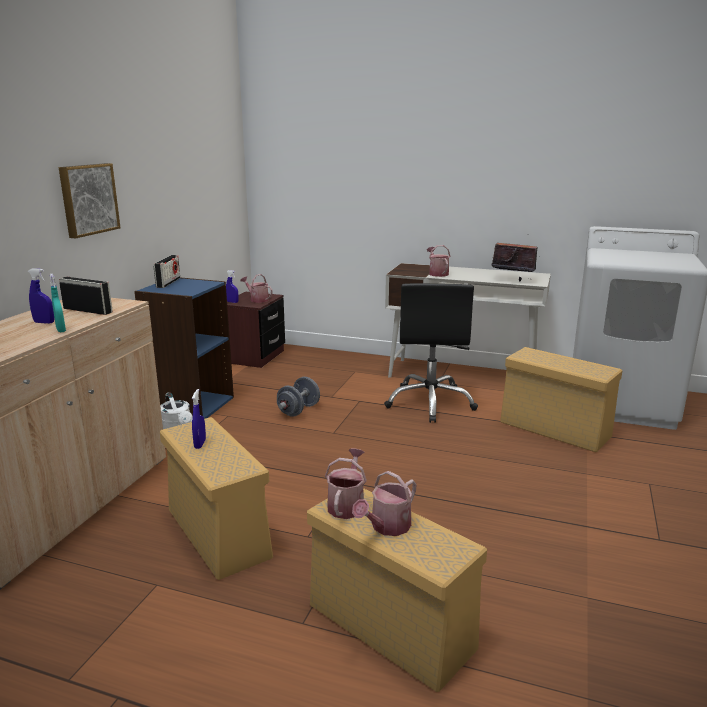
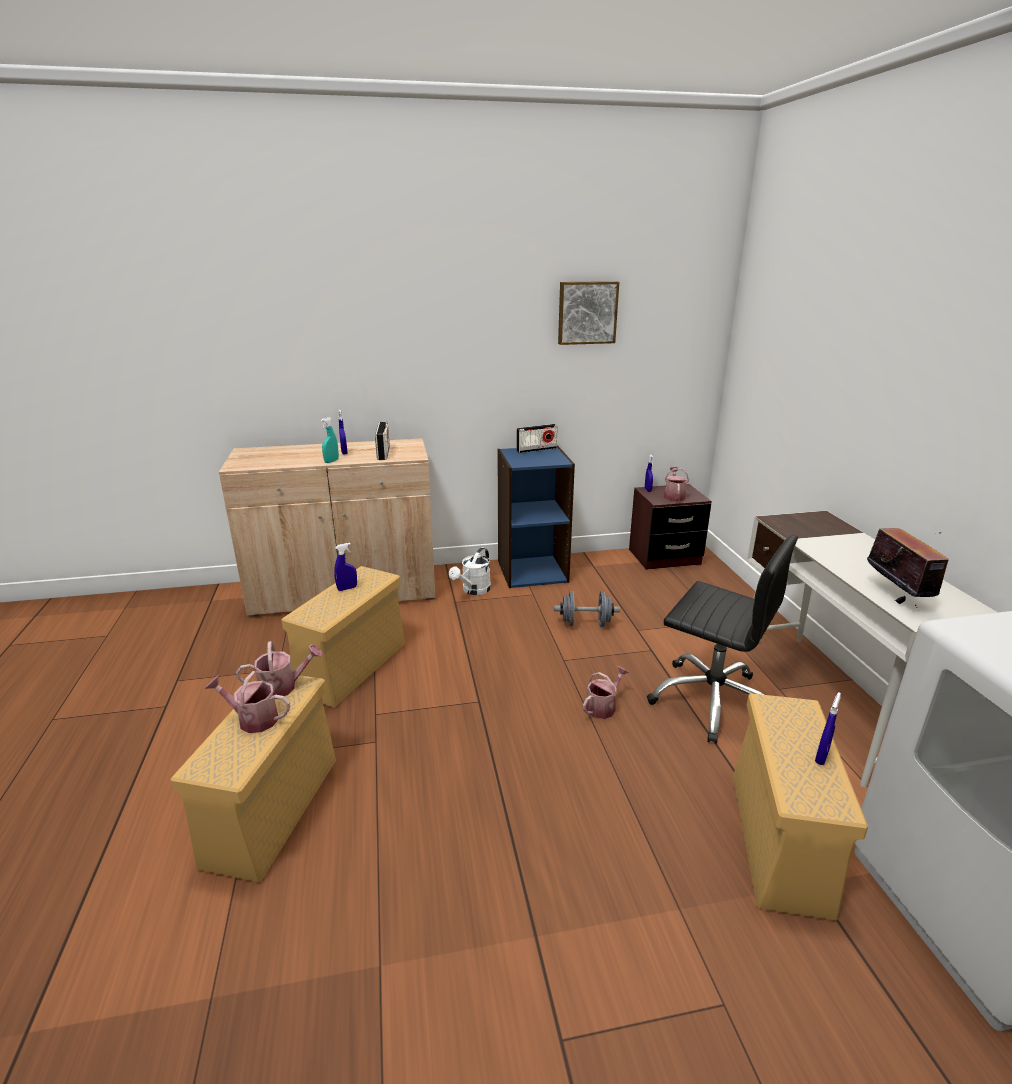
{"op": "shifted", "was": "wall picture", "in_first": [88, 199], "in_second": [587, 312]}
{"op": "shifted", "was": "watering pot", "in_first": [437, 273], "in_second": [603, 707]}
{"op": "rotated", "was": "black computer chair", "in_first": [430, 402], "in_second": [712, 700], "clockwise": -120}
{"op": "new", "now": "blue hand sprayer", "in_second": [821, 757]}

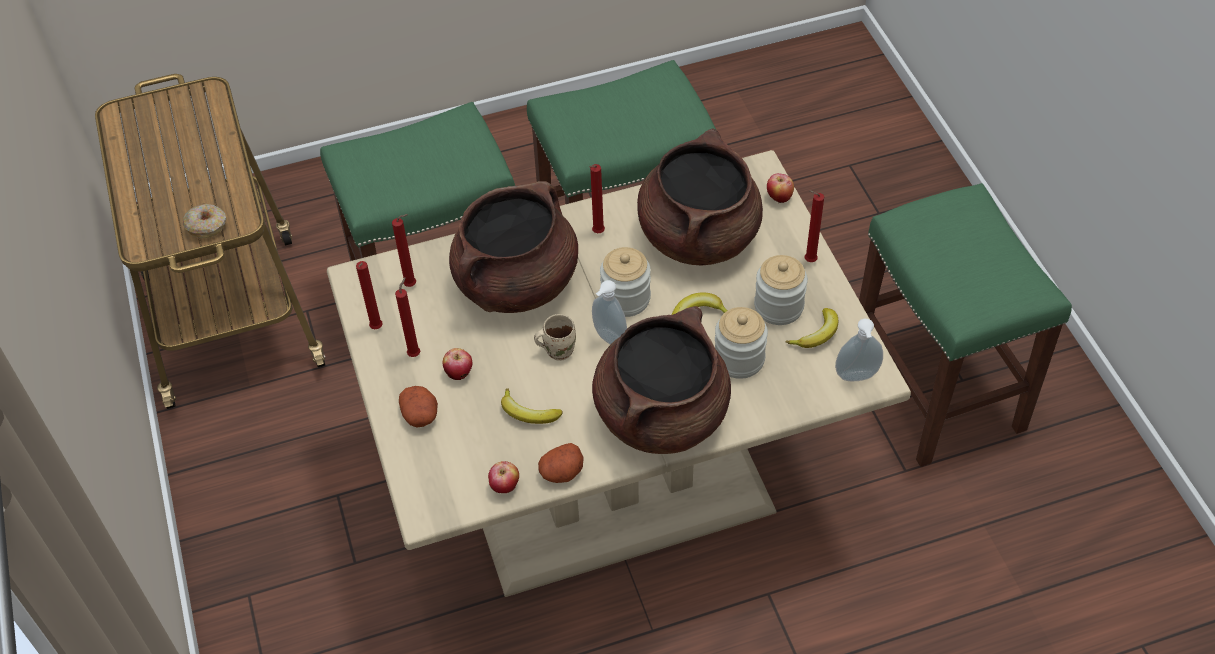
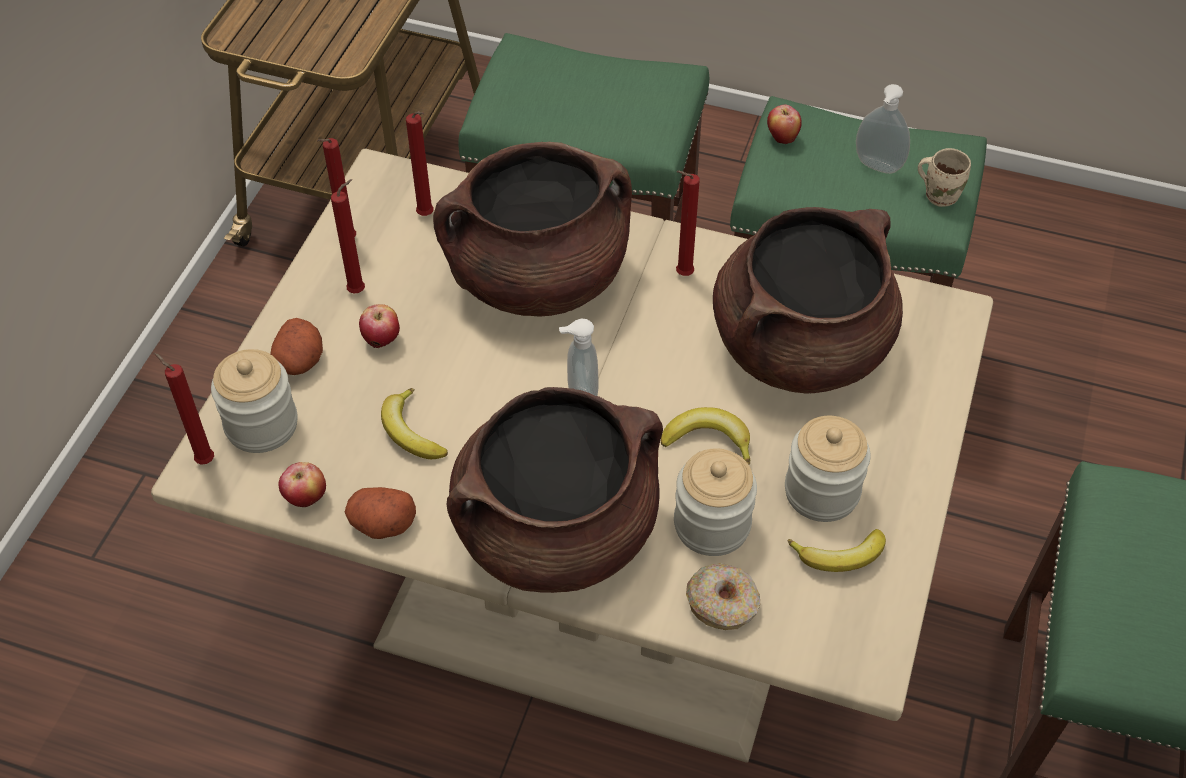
{"op": "shifted", "was": "apple fruit", "in_first": [779, 198], "in_second": [782, 138]}
{"op": "shifted", "was": "red-coloured wax candle", "in_first": [808, 261], "in_second": [203, 459]}
{"op": "shifted", "was": "doughnut", "in_first": [207, 225], "in_second": [723, 603]}
{"op": "shifted", "was": "preserve jar", "in_first": [625, 298], "in_second": [261, 425]}
{"op": "shifted", "was": "beige mug", "in_first": [557, 349], "in_second": [940, 194]}
{"op": "shifted", "was": "soap dispenser", "in_first": [857, 378], "in_second": [877, 167]}

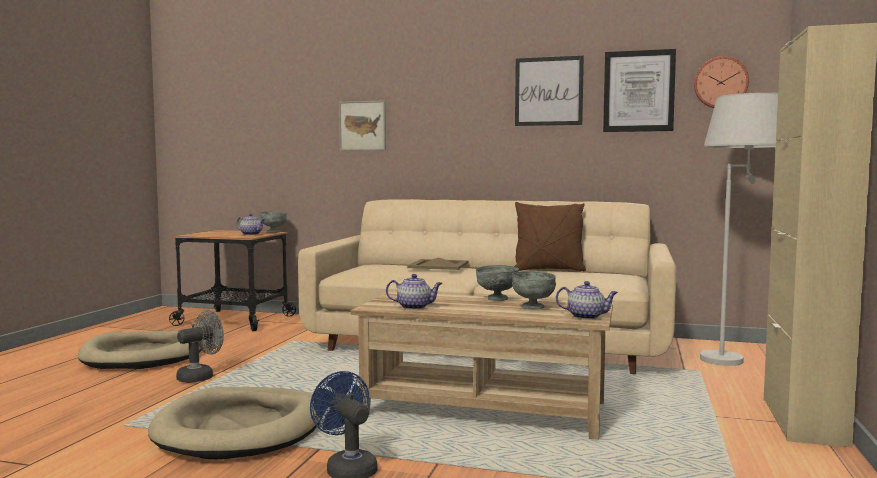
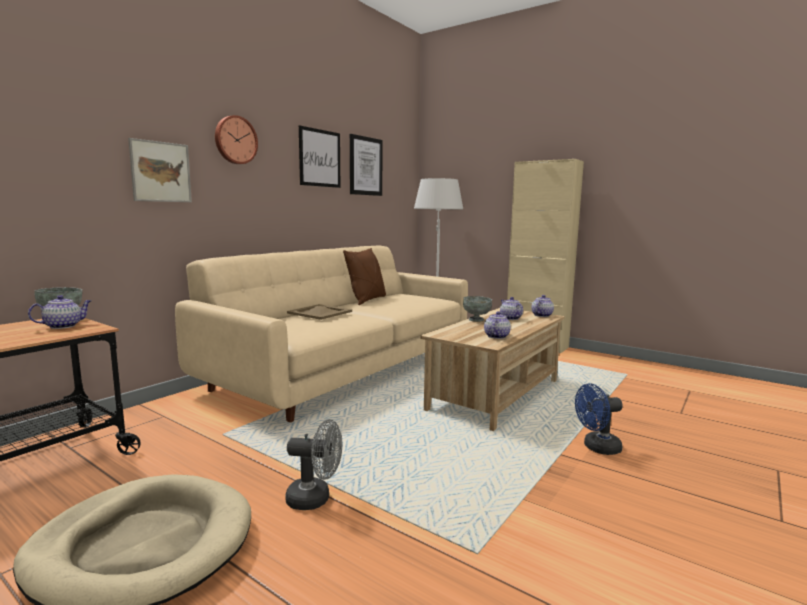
{"op": "shifted", "was": "hanging clock", "in_first": [720, 83], "in_second": [235, 140]}
{"op": "swapped", "was": "grey bowl", "now": "teapot", "in_first": [533, 307], "in_second": [510, 318]}
{"op": "rotated", "was": "grey electric fan", "in_first": [200, 376], "in_second": [315, 499], "clockwise": 120}
{"op": "gone", "was": "beige pet bed", "in_first": [241, 429]}

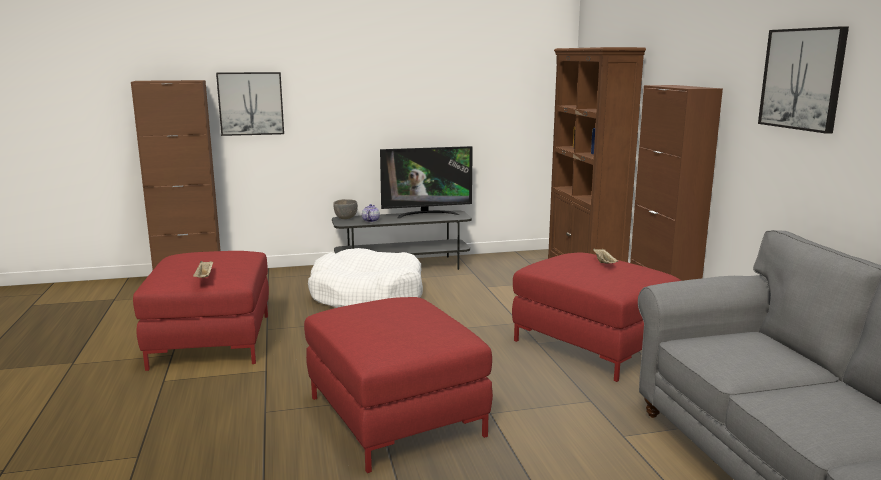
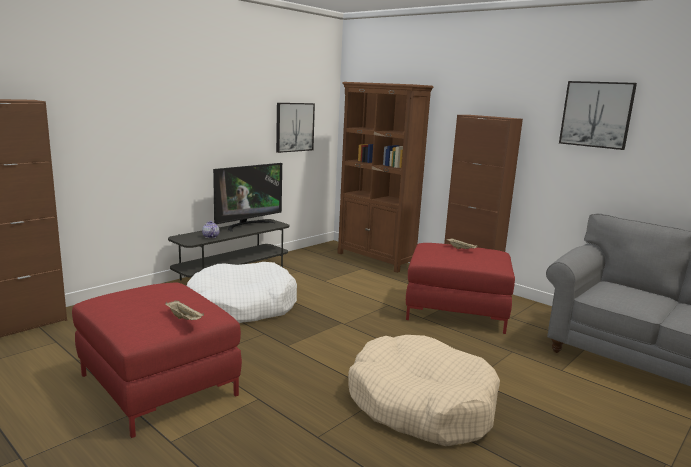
{"op": "shifted", "was": "wall picture", "in_first": [251, 103], "in_second": [294, 127]}
{"op": "gone", "was": "grey bowl", "in_first": [346, 218]}
{"op": "swapped", "was": "red-coloured footrest", "now": "beige pet bed", "in_first": [396, 416], "in_second": [420, 404]}

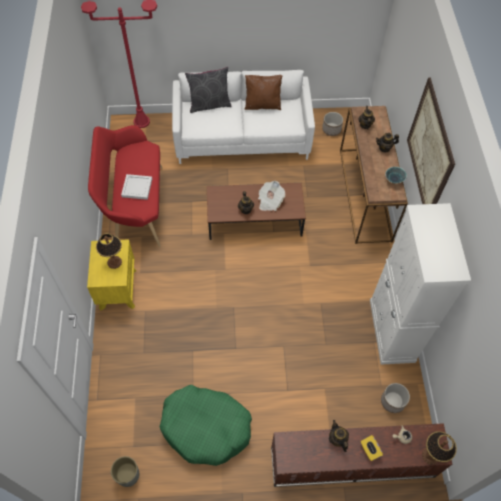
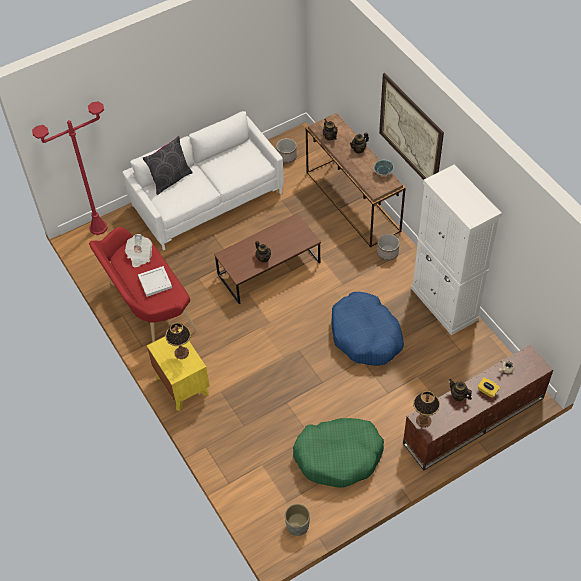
{"op": "gone", "was": "brownish pillow", "in_first": [262, 105]}
{"op": "shifted", "was": "printed paper", "in_first": [270, 201], "in_second": [139, 256]}
{"op": "shifted", "was": "plant pot", "in_first": [393, 401], "in_second": [387, 253]}
{"op": "shifted", "was": "lamp for a table", "in_first": [430, 455], "in_second": [423, 420]}
{"op": "new", "now": "blue pet bed", "in_second": [366, 335]}

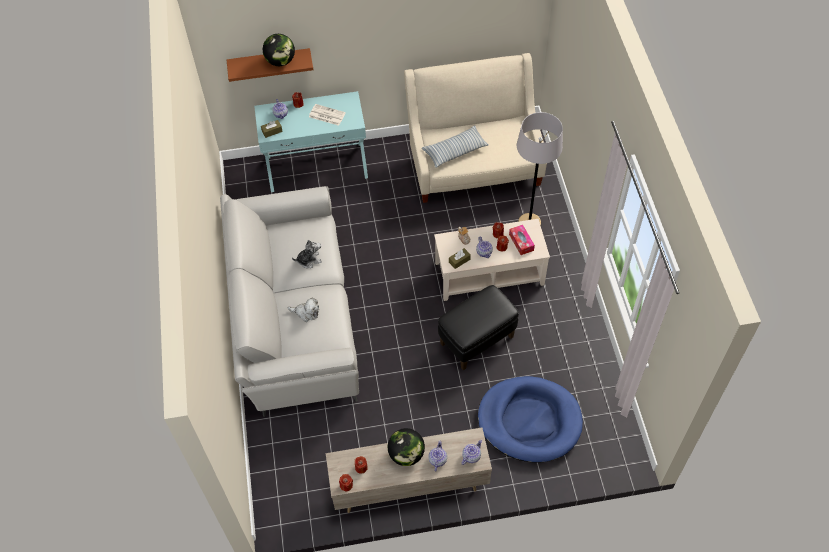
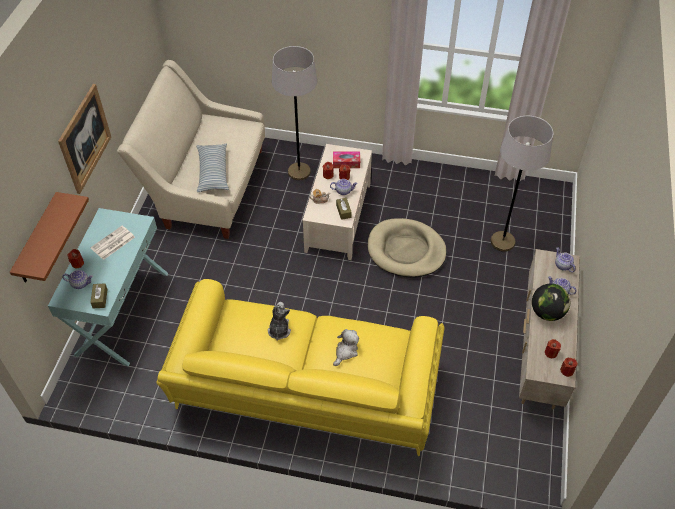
{"op": "gone", "was": "globe", "in_first": [280, 61]}
{"op": "repainted", "was": "grey sofa", "now": "yellow-coloured sofa", "in_first": [293, 314], "in_second": [304, 390]}
{"op": "swapped", "was": "black footrest", "now": "beige pet bed", "in_first": [476, 340], "in_second": [406, 250]}
{"op": "swapped", "was": "blue pet bed", "now": "grey standing lamp", "in_first": [529, 421], "in_second": [502, 242]}
{"op": "new", "now": "wall picture", "in_second": [85, 138]}

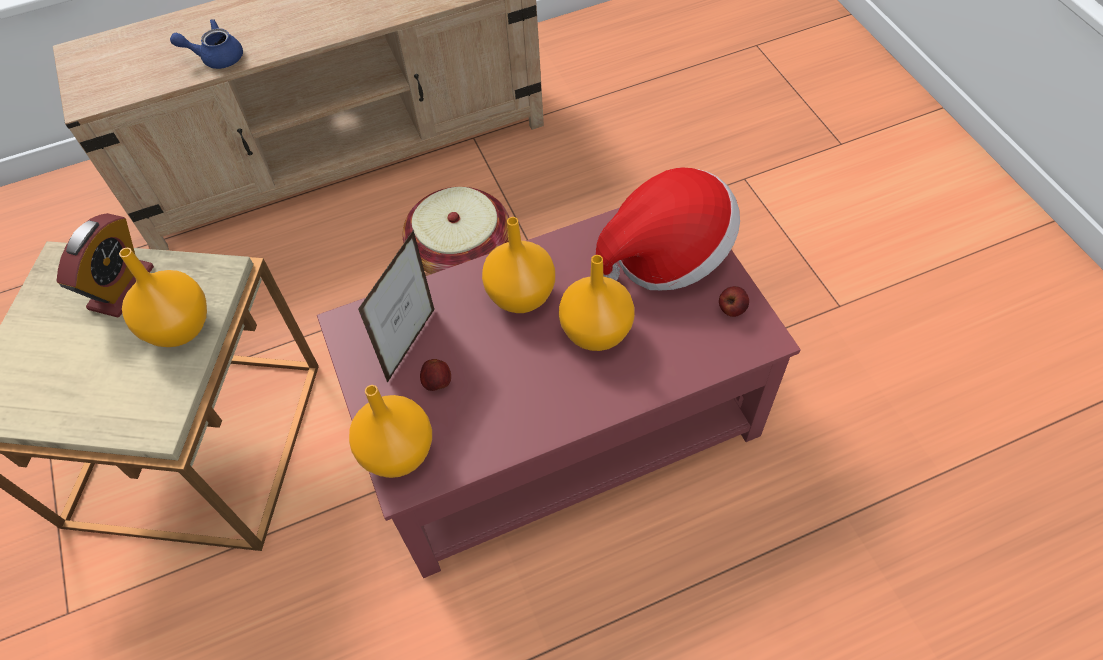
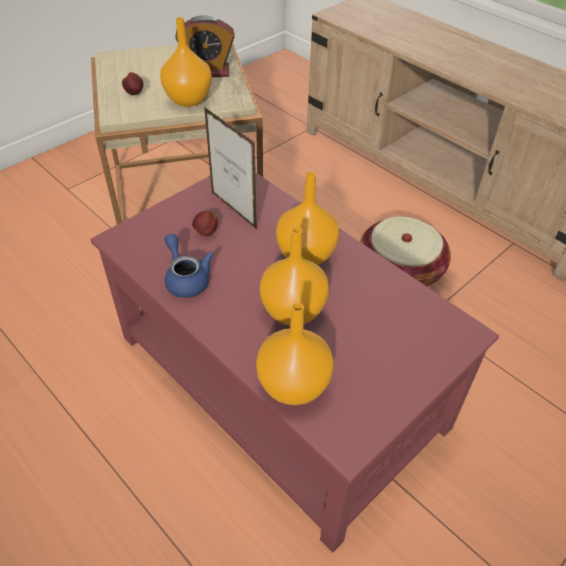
{"op": "shifted", "was": "blue teapot", "in_first": [216, 57], "in_second": [186, 278]}
{"op": "gone", "was": "clothing hat", "in_first": [666, 254]}
{"op": "rotated", "was": "photo frame", "in_first": [411, 345], "in_second": [233, 210], "clockwise": -135}
{"op": "shifted", "was": "apple fruit", "in_first": [731, 309], "in_second": [135, 93]}
{"op": "shifted", "was": "orange-coloured vase", "in_first": [396, 452], "in_second": [293, 384]}

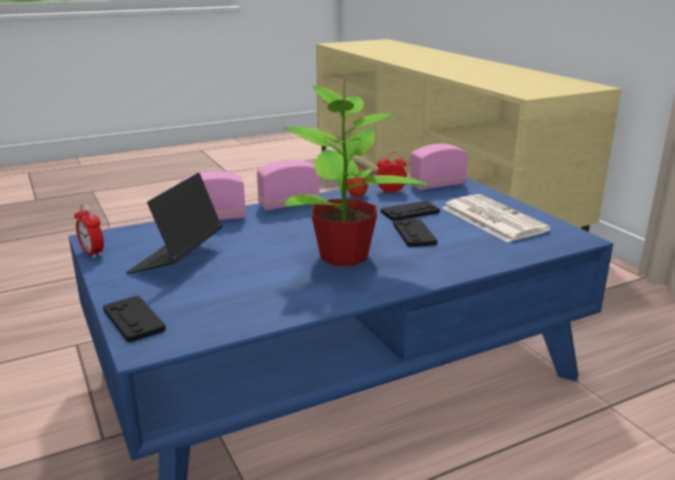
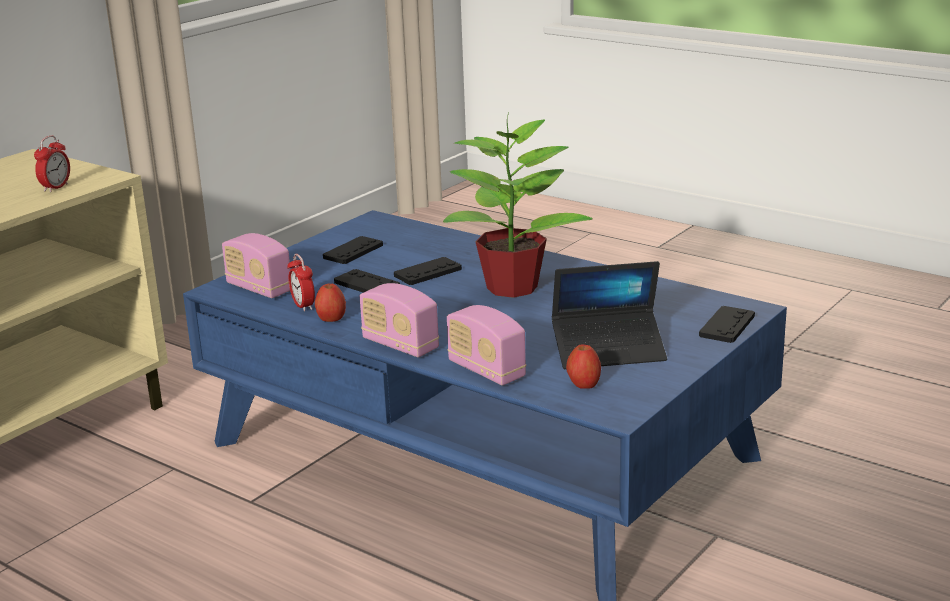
{"op": "swapped", "was": "printed paper", "now": "black joypad", "in_first": [491, 219], "in_second": [353, 251]}
{"op": "shifted", "was": "bedside clock", "in_first": [92, 253], "in_second": [56, 187]}
{"op": "new", "now": "apple fruit", "in_second": [583, 385]}

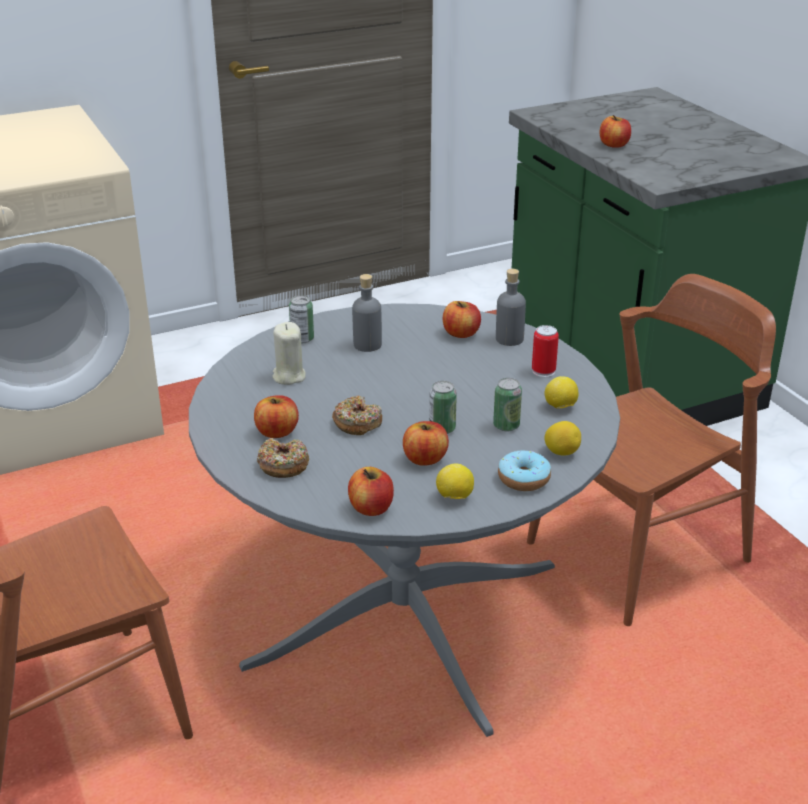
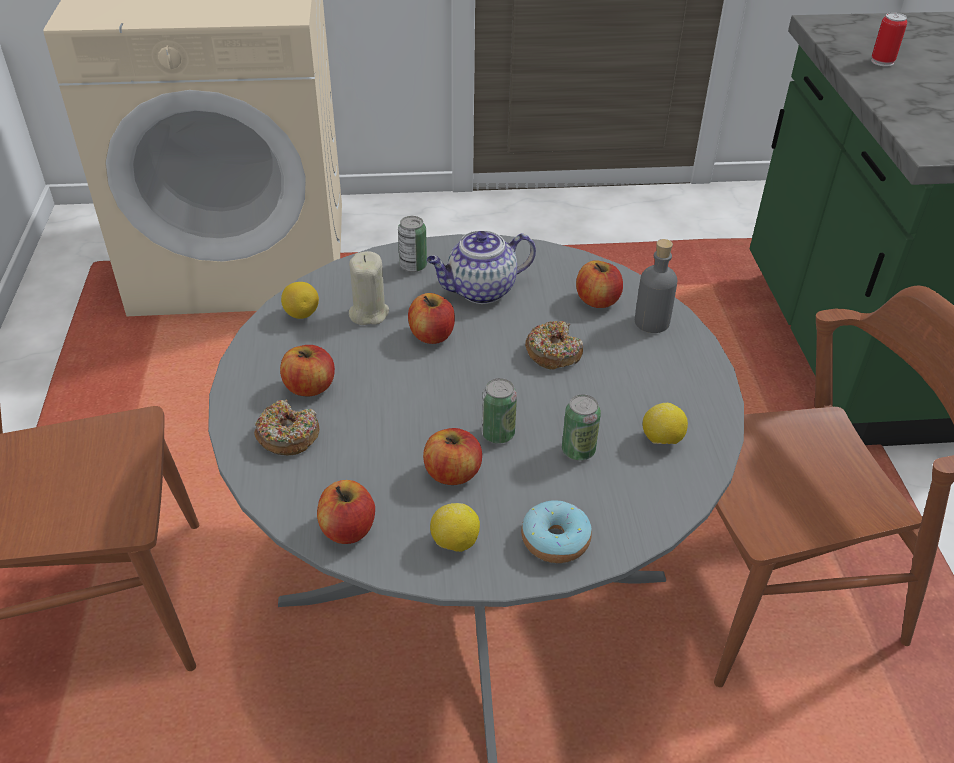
{"op": "shifted", "was": "apple fruit", "in_first": [614, 145], "in_second": [432, 335]}
{"op": "swapped", "was": "grey drink bottle", "now": "teapot", "in_first": [367, 345], "in_second": [480, 291]}
{"op": "shifted", "was": "metal can", "in_first": [543, 371], "in_second": [882, 61]}
{"op": "shifted", "was": "doughnut", "in_first": [357, 423], "in_second": [553, 353]}
{"op": "shifted", "was": "whole lemon", "in_first": [561, 452], "in_second": [301, 314]}

